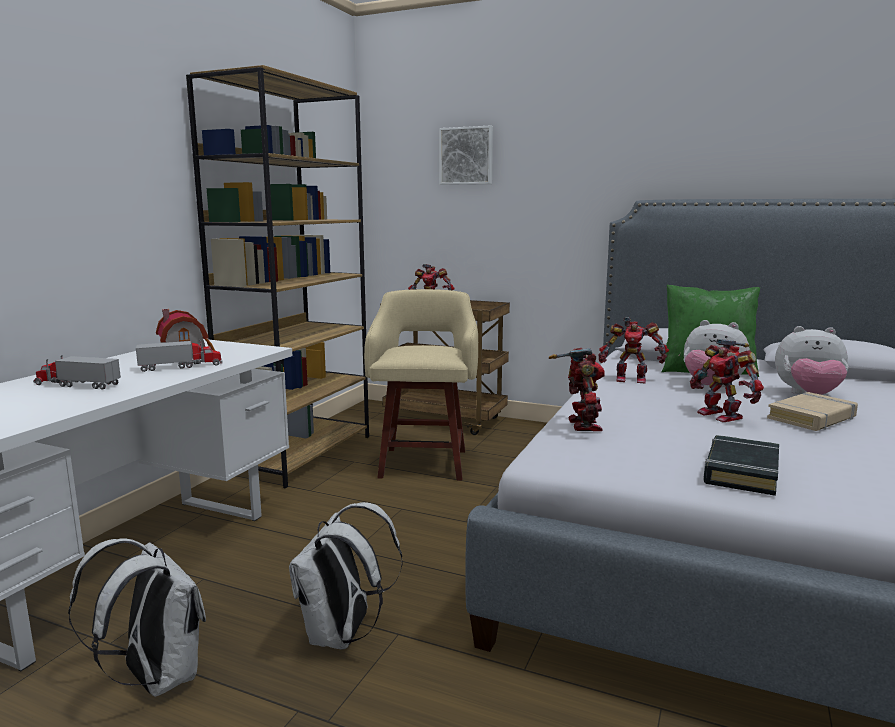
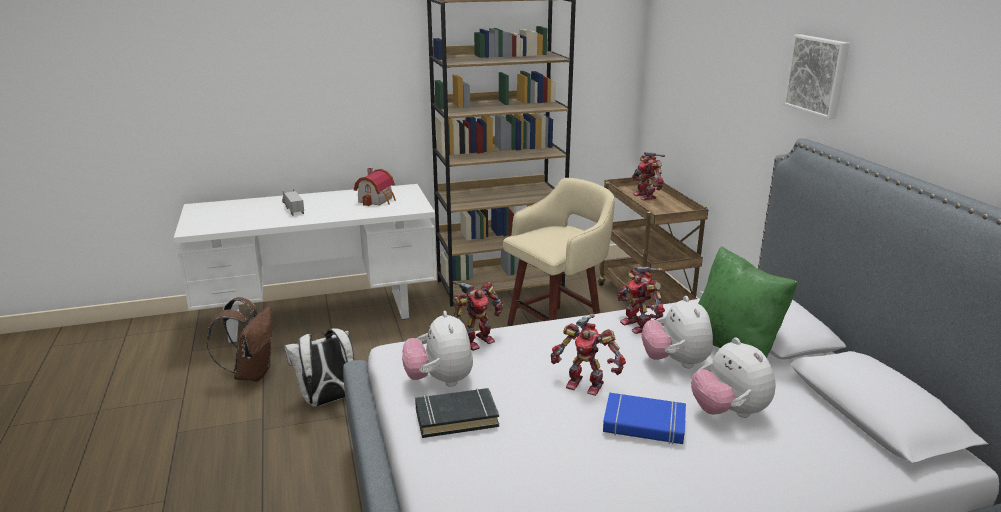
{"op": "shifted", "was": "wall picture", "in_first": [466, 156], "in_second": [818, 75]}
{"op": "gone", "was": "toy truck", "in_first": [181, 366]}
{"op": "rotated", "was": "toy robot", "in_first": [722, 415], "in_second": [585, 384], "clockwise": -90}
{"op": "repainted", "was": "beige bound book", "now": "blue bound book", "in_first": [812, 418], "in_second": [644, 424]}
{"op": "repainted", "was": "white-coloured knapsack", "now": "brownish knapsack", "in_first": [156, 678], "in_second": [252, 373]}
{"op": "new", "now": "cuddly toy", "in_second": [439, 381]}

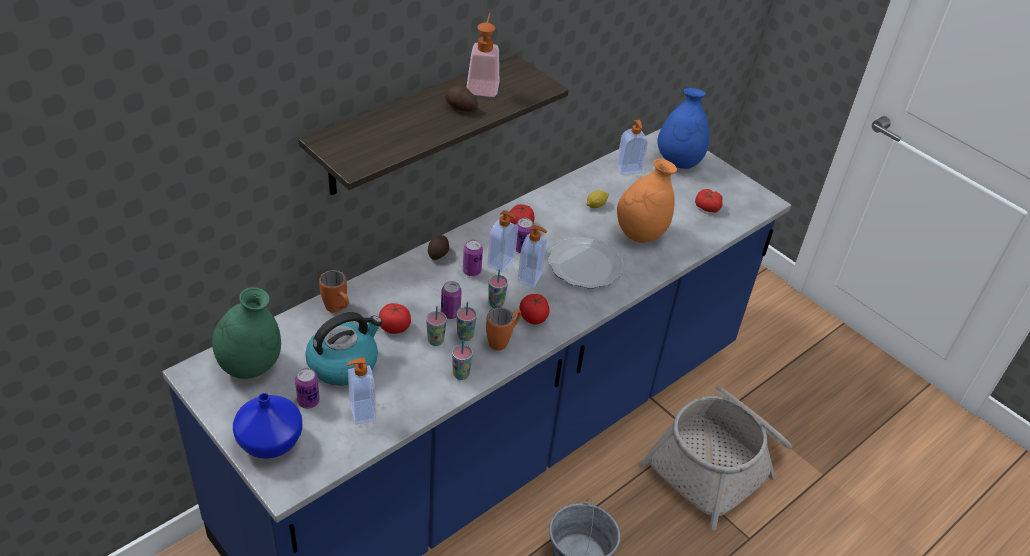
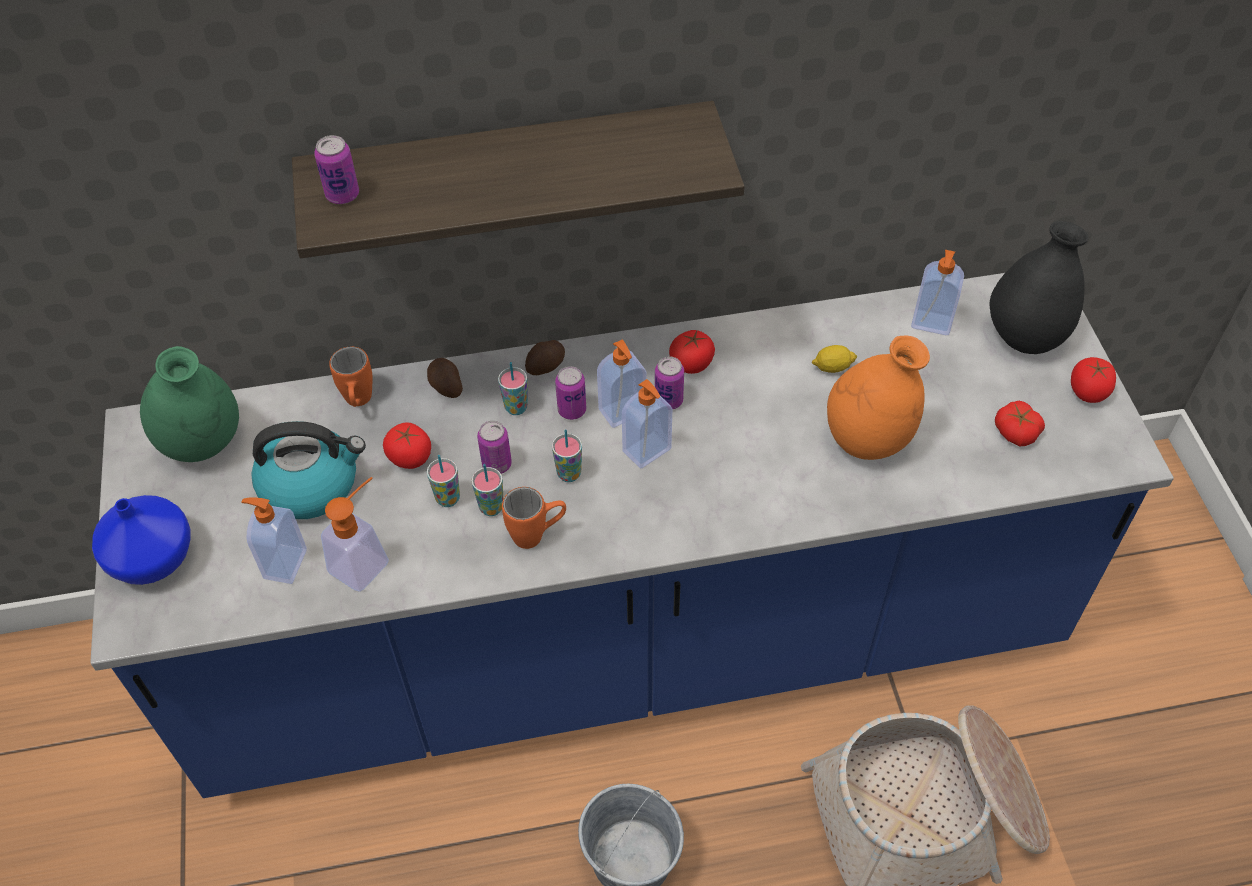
{"op": "shifted", "was": "soap dispenser", "in_first": [483, 85], "in_second": [366, 560]}
{"op": "shifted", "was": "spud", "in_first": [460, 107], "in_second": [445, 386]}
{"op": "repainted", "was": "blue vase", "now": "black vase", "in_first": [678, 162], "in_second": [1025, 336]}
{"op": "gone", "was": "dinner plate", "in_first": [584, 264]}
{"op": "shifted", "was": "tomato", "in_first": [533, 318], "in_second": [1088, 391]}
{"op": "shifted", "was": "drinking cup", "in_first": [461, 374], "in_second": [516, 407]}
{"op": "shifted", "was": "metal can", "in_first": [308, 401], "in_second": [342, 195]}

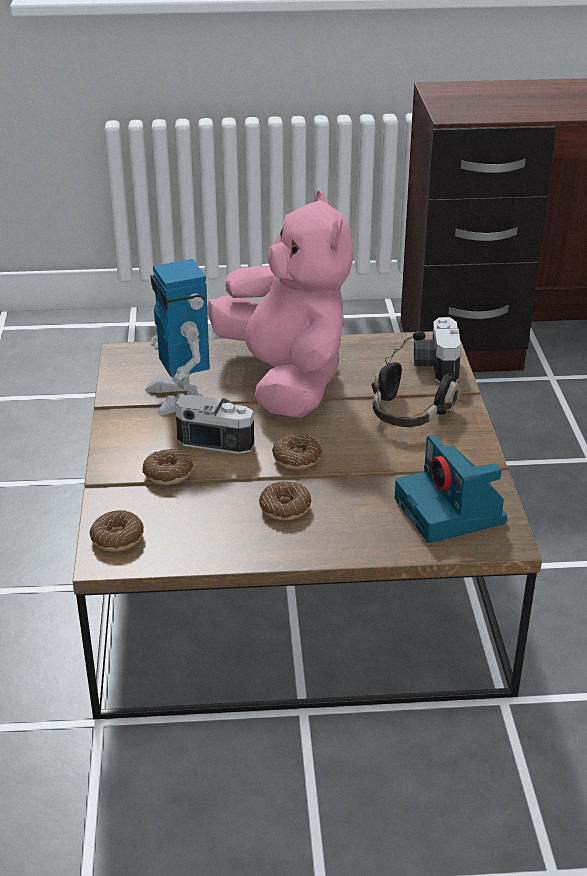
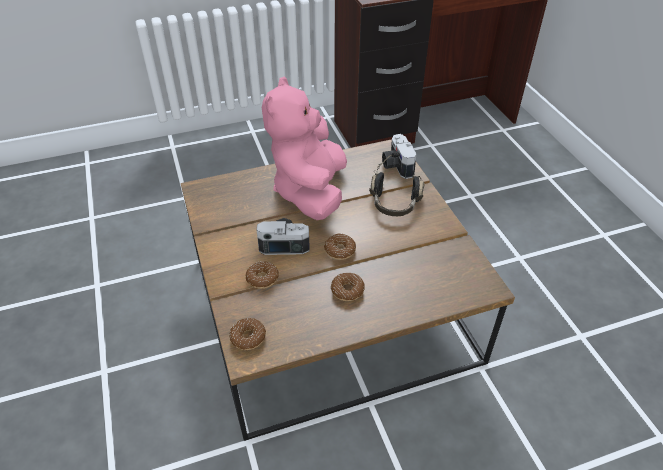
{"op": "rotated", "was": "pink cuddly toy", "in_first": [286, 380], "in_second": [310, 191], "clockwise": -135}
{"op": "gone", "was": "toy robot", "in_first": [179, 396]}
{"op": "gone", "was": "photo camera", "in_first": [451, 512]}

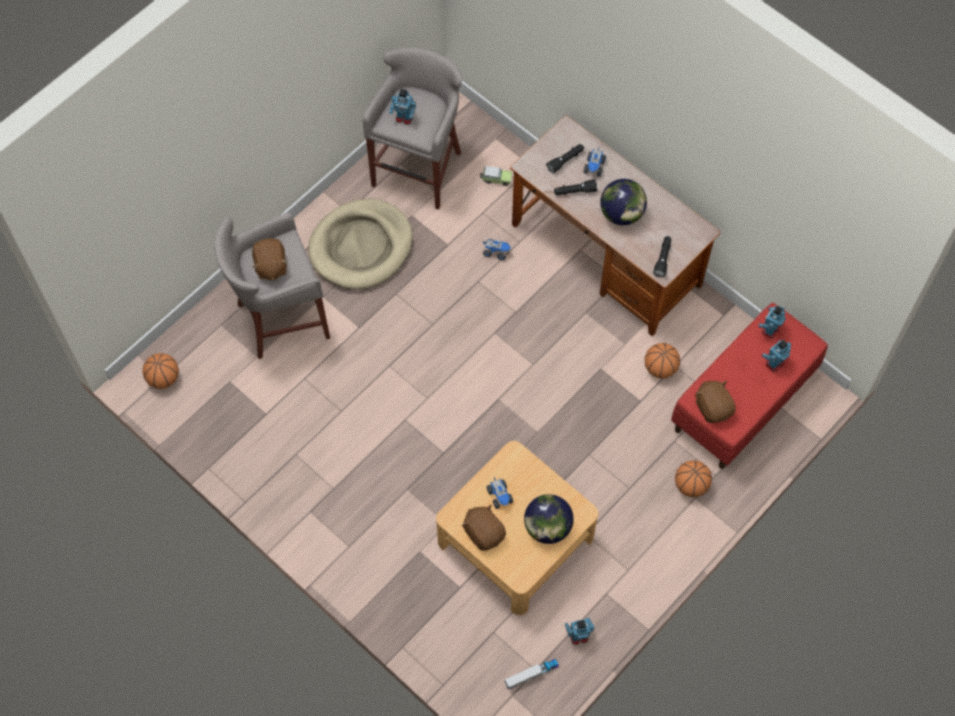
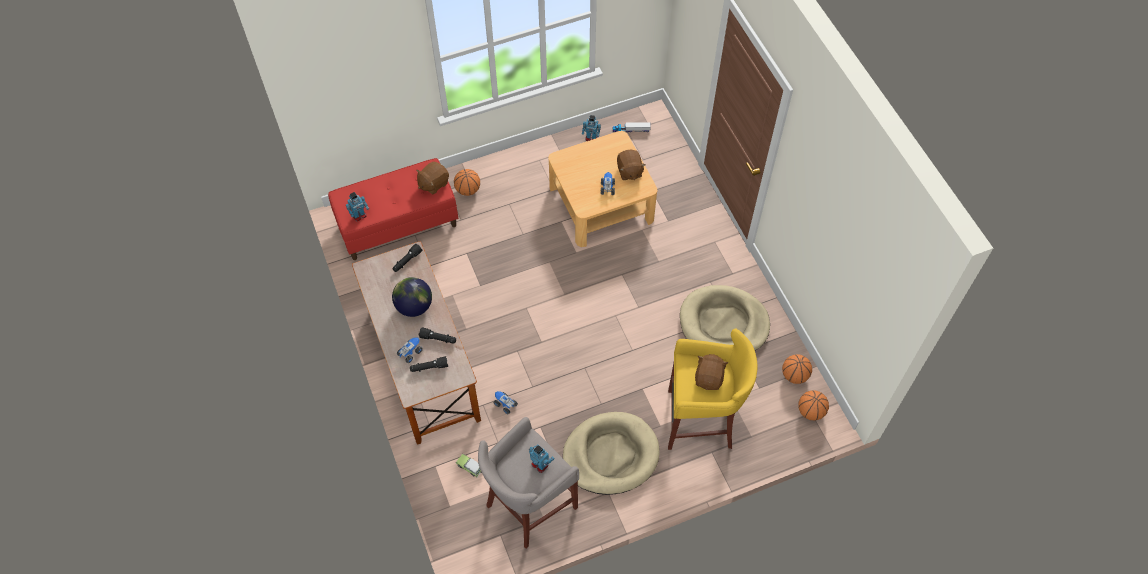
{"op": "repainted", "was": "grey sitting stool", "now": "yellow-coloured sitting stool", "in_first": [280, 320], "in_second": [701, 420]}
{"op": "gone", "was": "toy robot", "in_first": [774, 363]}
{"op": "shifted", "was": "basketball ball", "in_first": [660, 368], "in_second": [794, 375]}
{"op": "rotated", "was": "brownish cuddly toy", "in_first": [713, 407], "in_second": [433, 183], "clockwise": 45}
{"op": "gone", "was": "globe", "in_first": [547, 527]}
{"op": "new", "now": "beige pet bed", "in_second": [723, 323]}

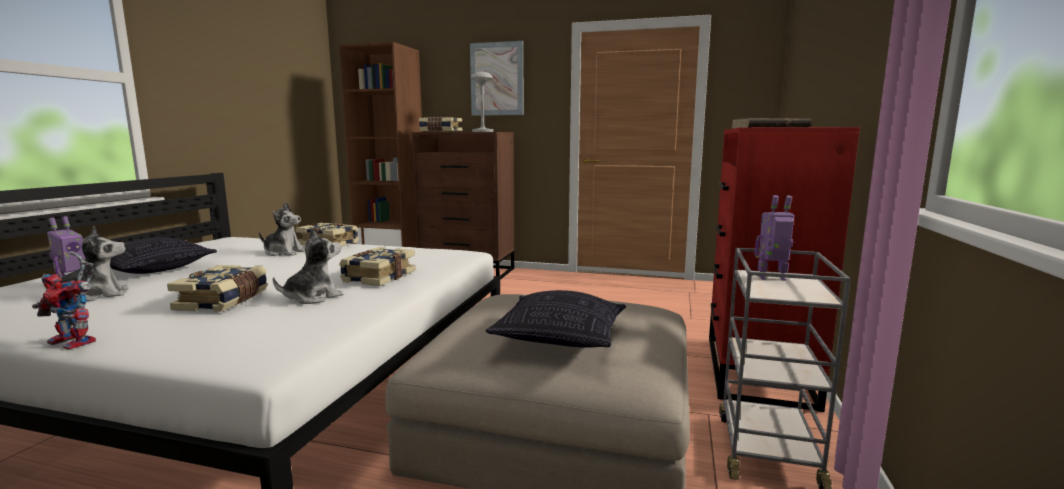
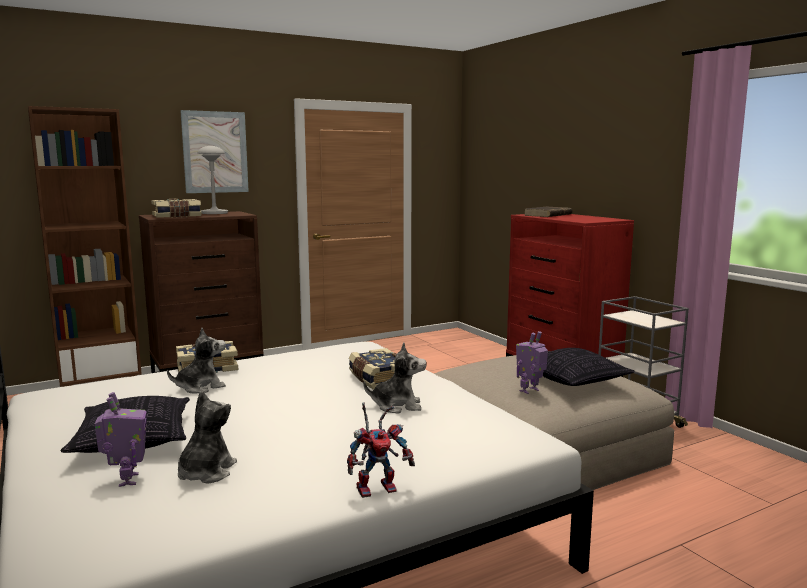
{"op": "shifted", "was": "toy robot", "in_first": [772, 278], "in_second": [530, 391]}
{"op": "rotated", "was": "cuddly toy", "in_first": [313, 297], "in_second": [397, 406], "clockwise": 90}
{"op": "gone", "was": "bound book", "in_first": [224, 301]}

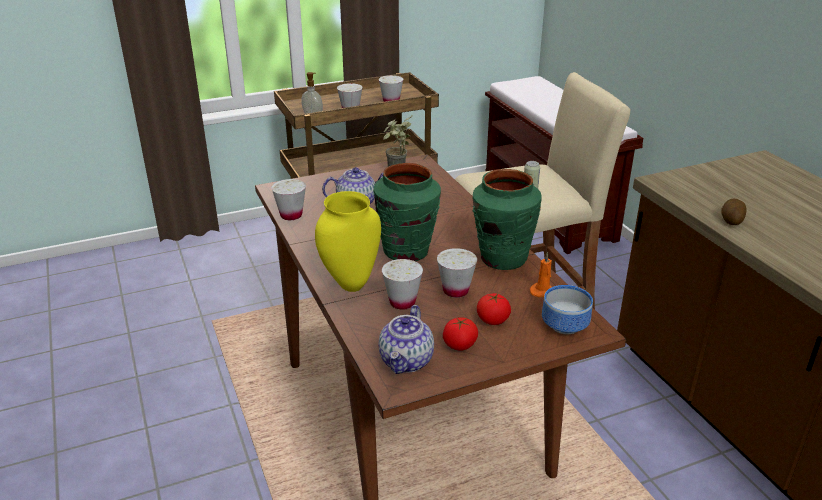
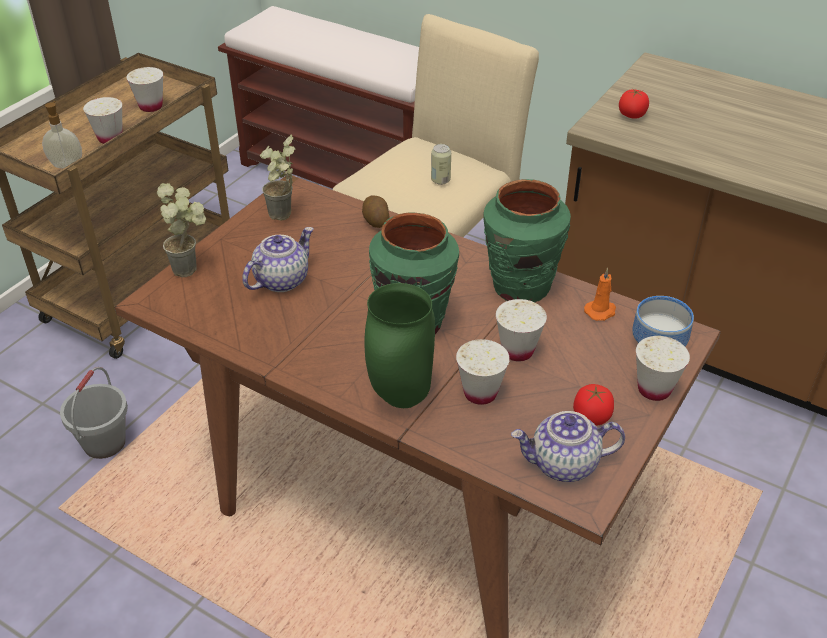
{"op": "shifted", "was": "white-coloured drinking cup", "in_first": [291, 215], "in_second": [654, 389]}
{"op": "repainted", "was": "yellow-coloured vase", "now": "greenish vase", "in_first": [350, 284], "in_second": [399, 397]}
{"op": "shifted", "was": "spud", "in_first": [731, 220], "in_second": [375, 221]}
{"op": "shifted", "was": "tomato", "in_first": [492, 320], "in_second": [631, 115]}
{"op": "rotated", "was": "teapot", "in_first": [407, 361], "in_second": [563, 465], "clockwise": 105}
{"op": "new", "now": "plant in a pot", "in_second": [192, 268]}
{"op": "new", "now": "grey bucket", "in_second": [104, 442]}

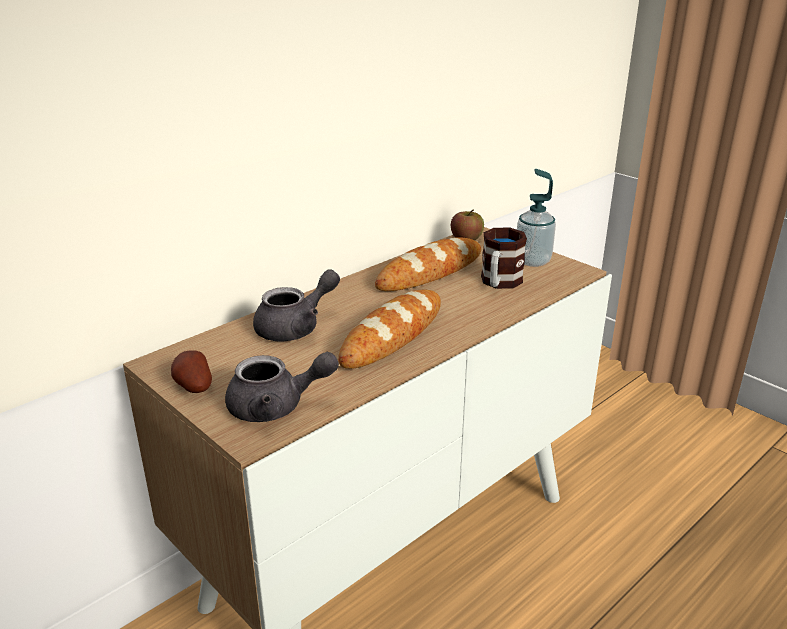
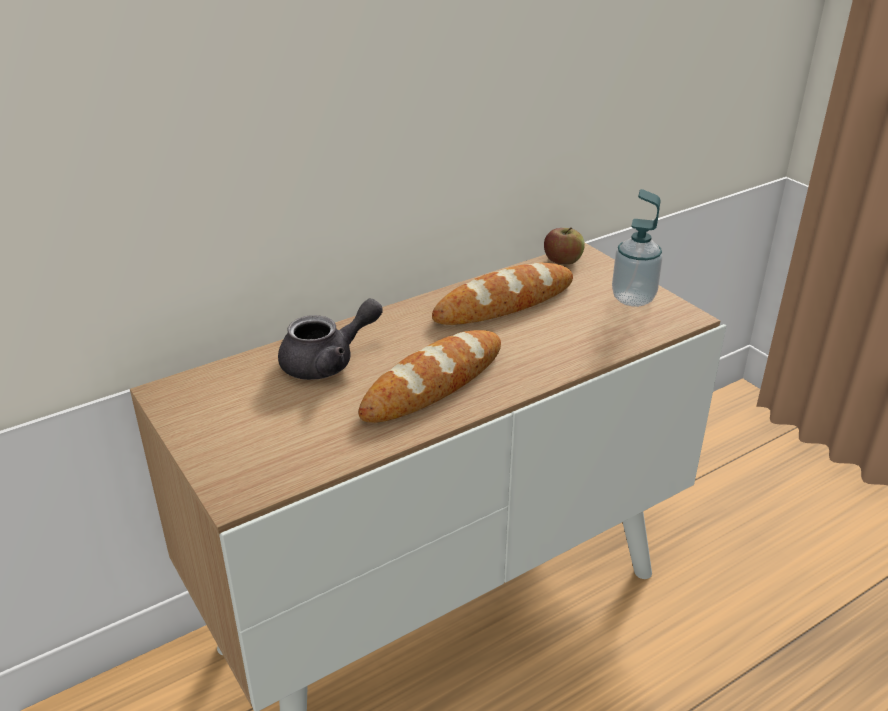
{"op": "gone", "was": "mug", "in_first": [499, 283]}
{"op": "gone", "was": "spud", "in_first": [193, 387]}
{"op": "gone", "was": "grey teapot", "in_first": [276, 407]}

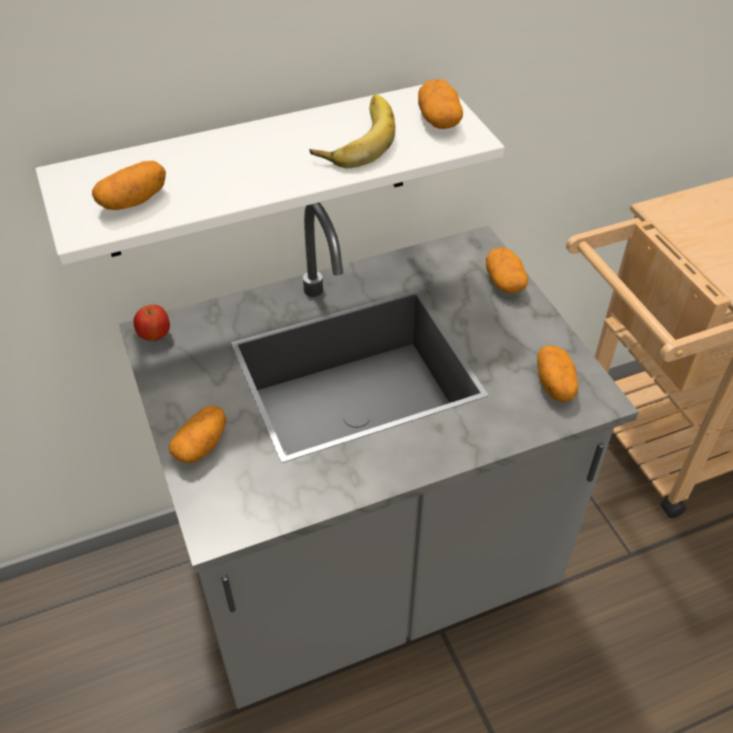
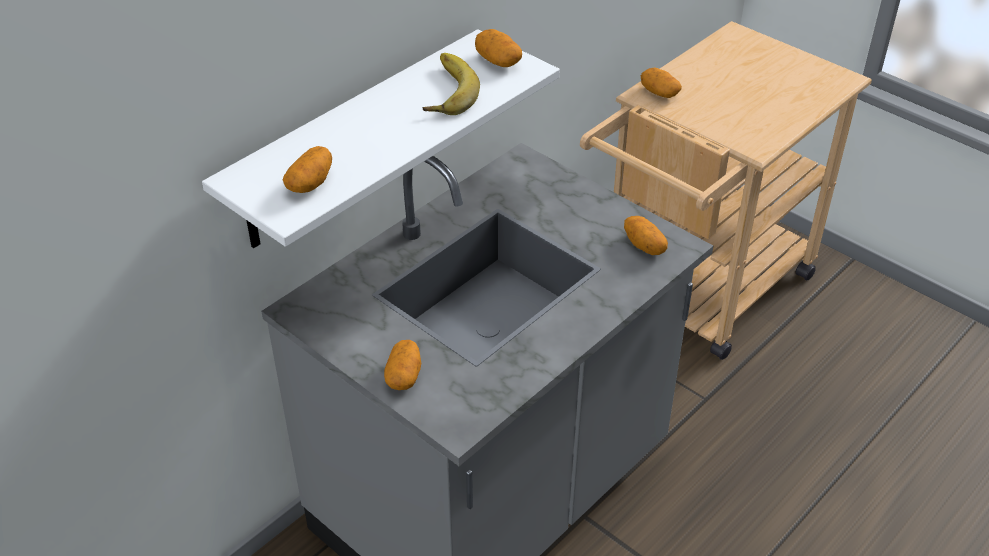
{"op": "shifted", "was": "spud", "in_first": [504, 282], "in_second": [659, 93]}
{"op": "gone", "was": "apple fruit", "in_first": [155, 335]}

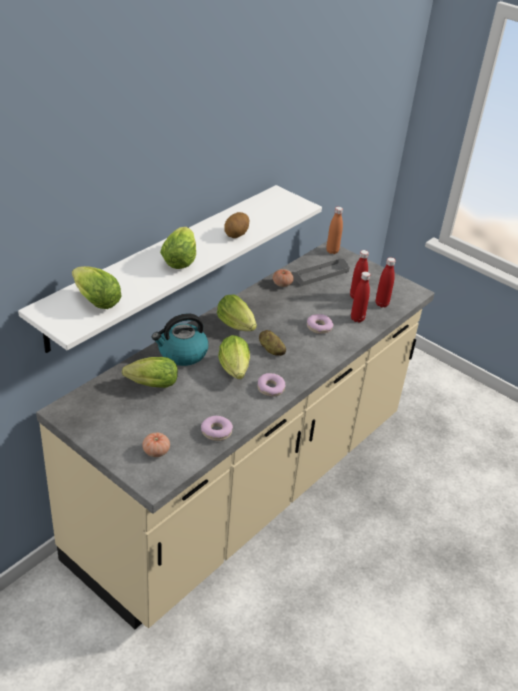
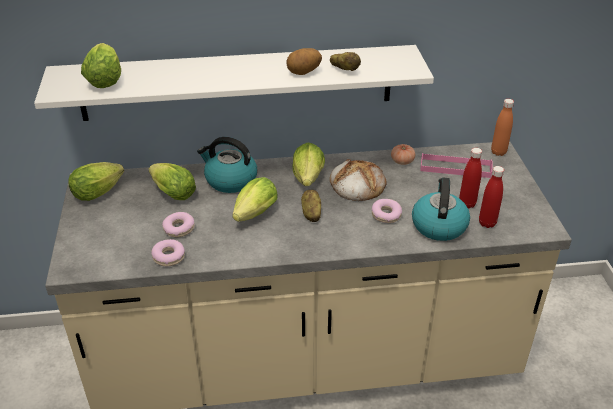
{"op": "shifted", "was": "lettuce head", "in_first": [180, 259], "in_second": [100, 192]}
{"op": "repainted", "was": "grey carrying tray", "now": "pink carrying tray", "in_first": [320, 274], "in_second": [455, 168]}
{"op": "swapped", "was": "red-coloured drink bottle", "now": "kettle", "in_first": [357, 319], "in_second": [438, 225]}
{"op": "shifted", "was": "doughnut", "in_first": [270, 388], "in_second": [179, 229]}
{"op": "gone", "was": "tomato", "in_first": [156, 451]}
{"op": "new", "now": "spud", "in_second": [345, 70]}
{"op": "new", "now": "bread", "in_second": [357, 184]}

